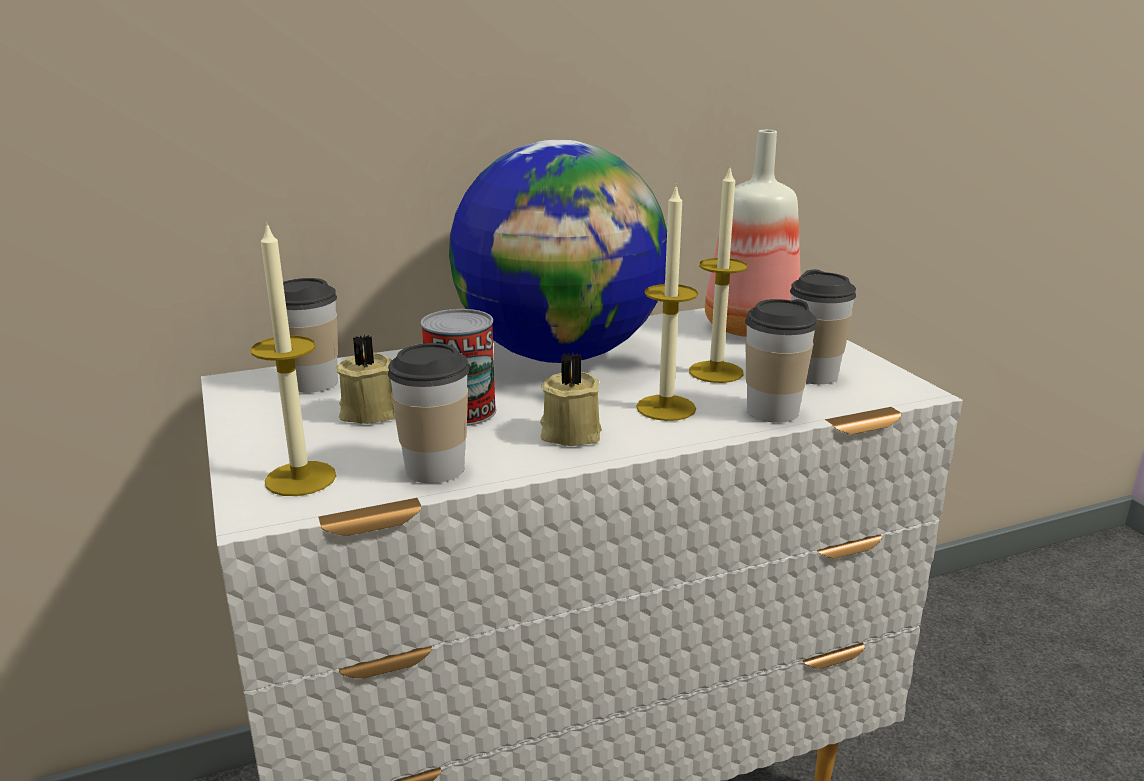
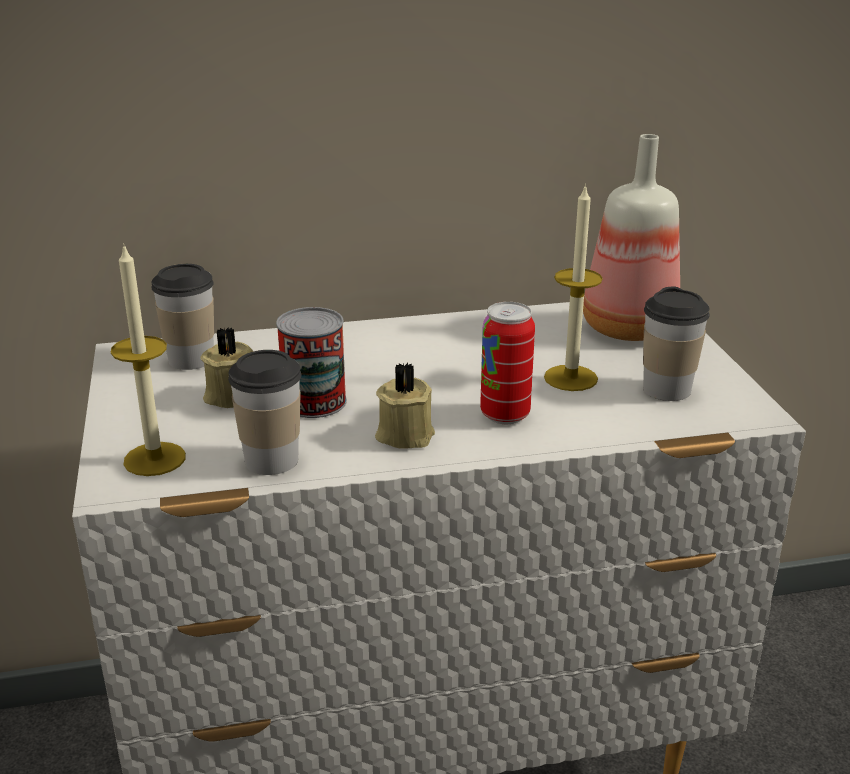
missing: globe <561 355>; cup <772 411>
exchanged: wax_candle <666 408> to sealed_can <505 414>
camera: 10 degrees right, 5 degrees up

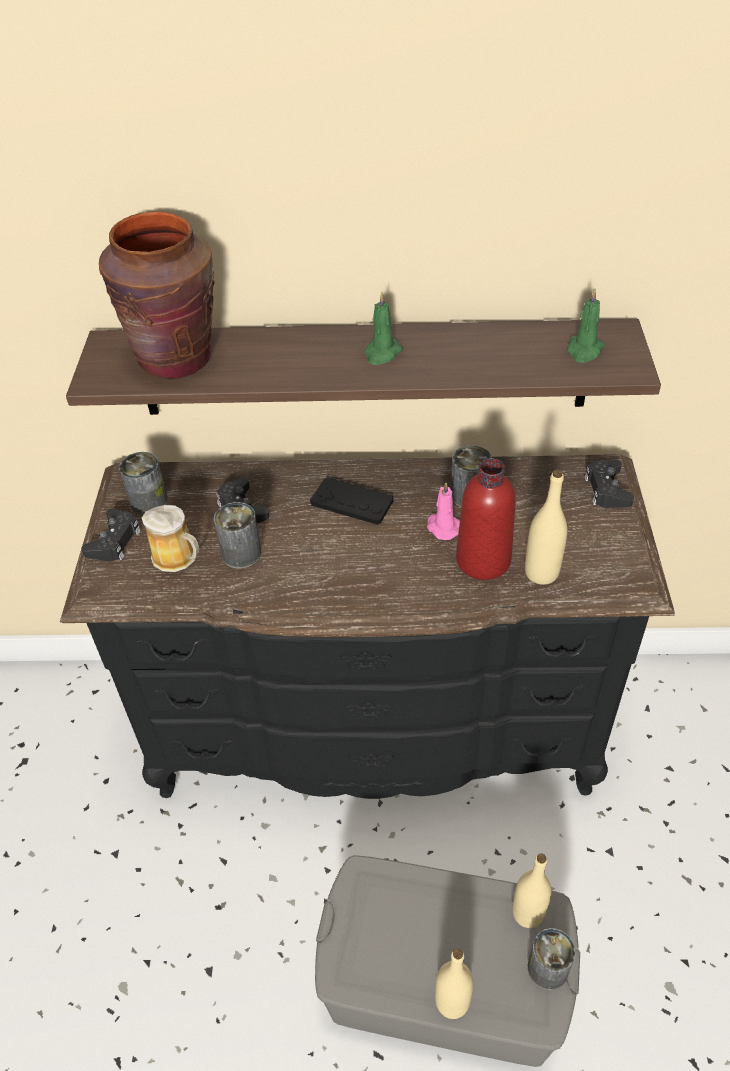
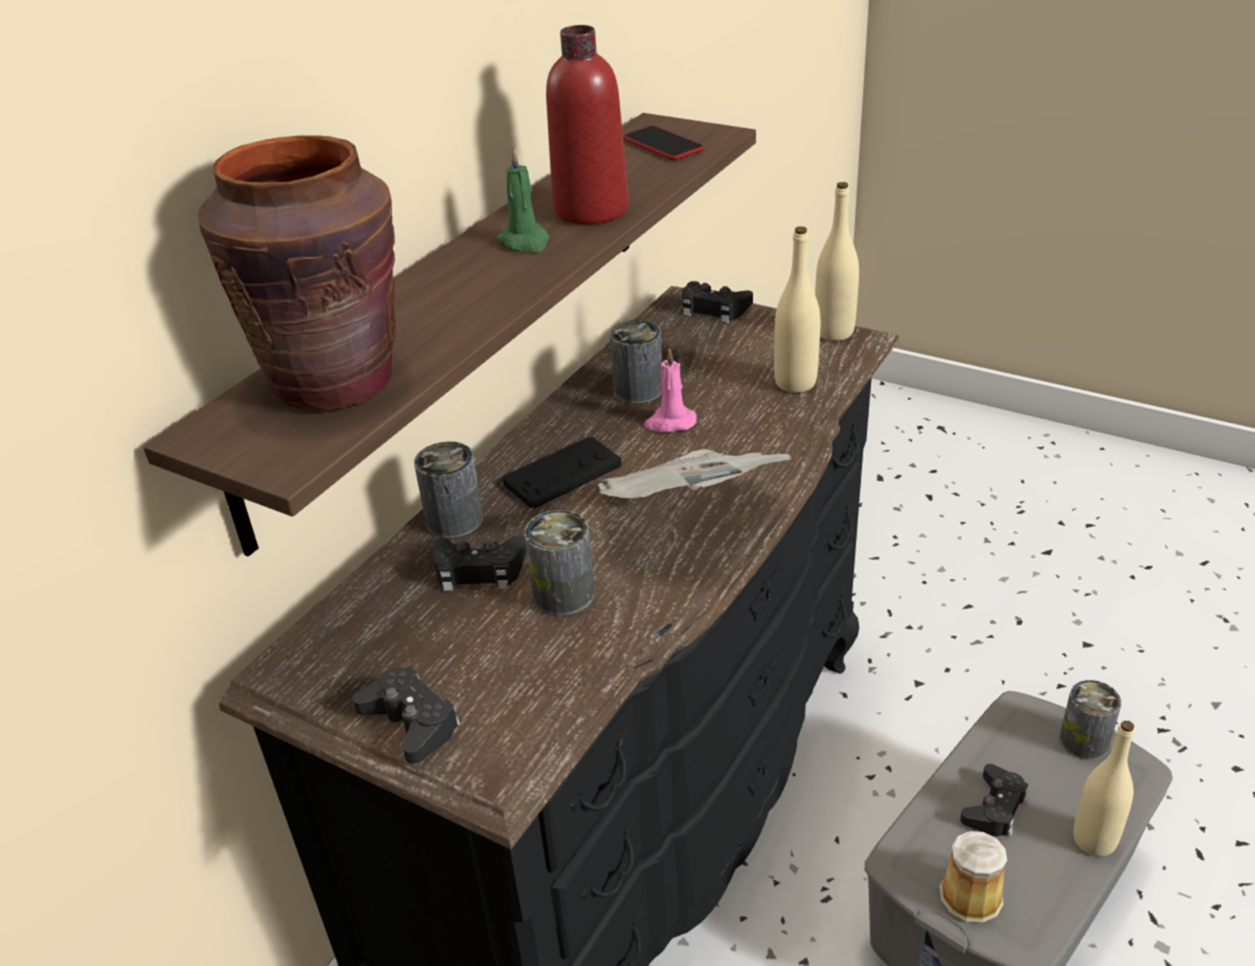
appeared: printed_paper <692 513>; black_game_controller <995 808>
relocated: sealed_can <149 501> to <454 520>; coffee_mug <177 557> to <974 894>; reddish_beverage_bottle <483 560> to <591 210>; beige_beverage_bottle <528 913> to <834 332>
exchanged: green_wax_candle <584 350> to phone <662 145>
camera: 60 degrees left, 10 degrees down

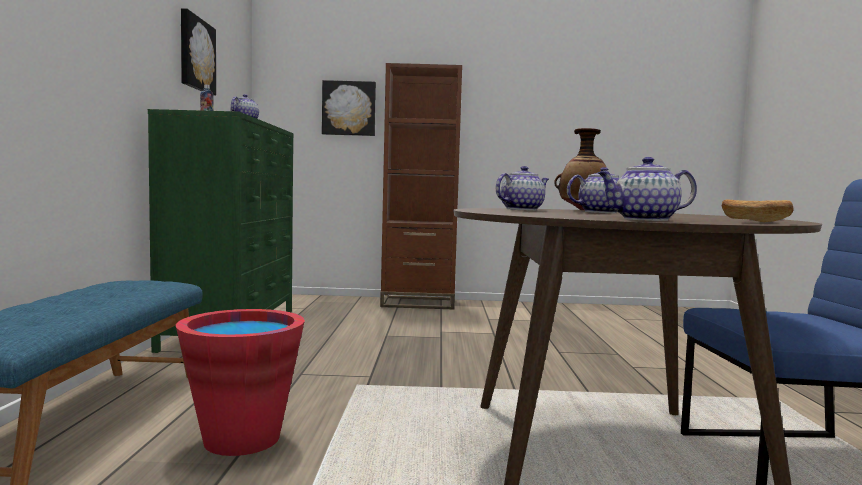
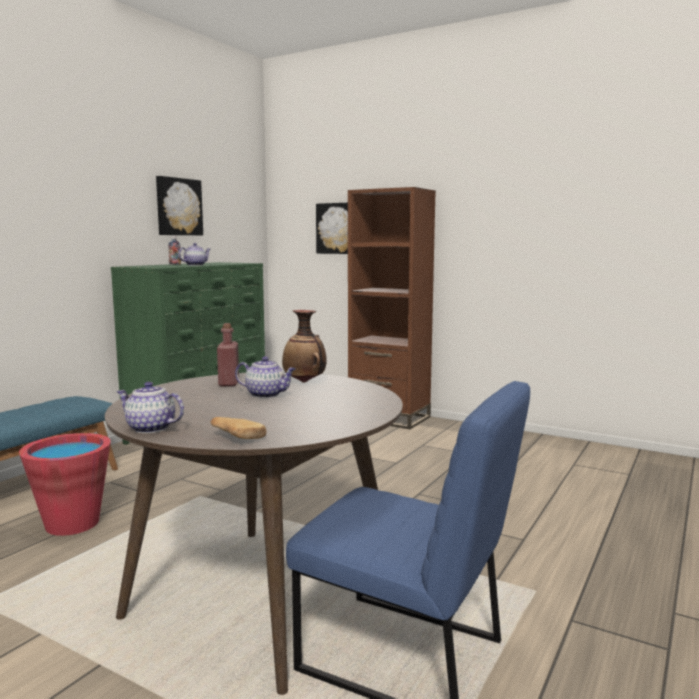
exchanged: teapot <522 209> to reddish_beverage_bottle <229 383>
camera: 30 degrees right, 5 degrees up

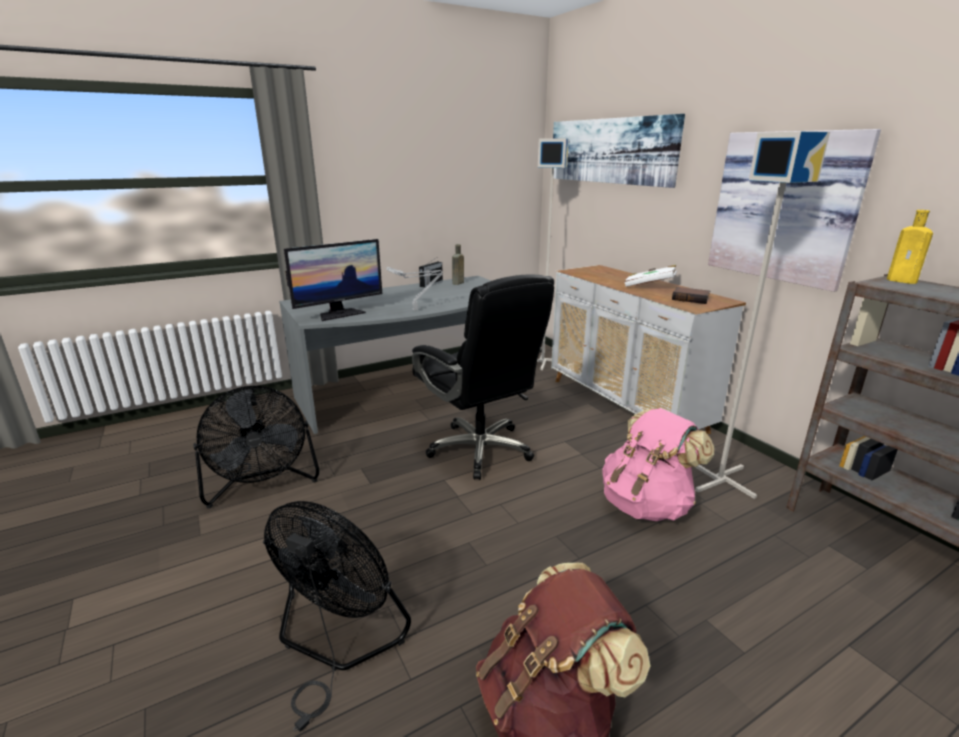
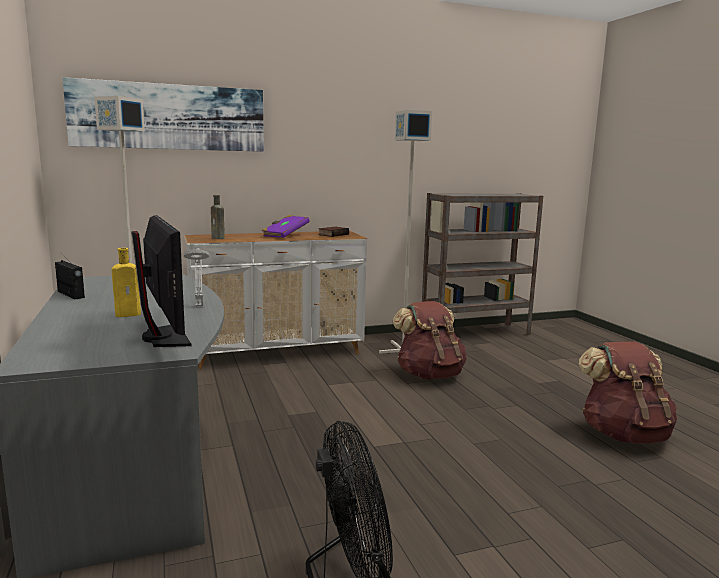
missing: black_cooling_fan <329 642>; black_desk_chair <478 448>; wall_picture <786 207>
relocated: brown-coloured_beverage_bottle <457 283> to <218 238>; yellowish_beverage_bottle <903 281> to <130 314>
colour: pink-coloured_rucksack <646 504> to brown-coloured_rucksack <429 375>; whitish_volume <649 286> to purple-coloured_volume <285 235>
camera: 80 degrees left, 10 degrees down

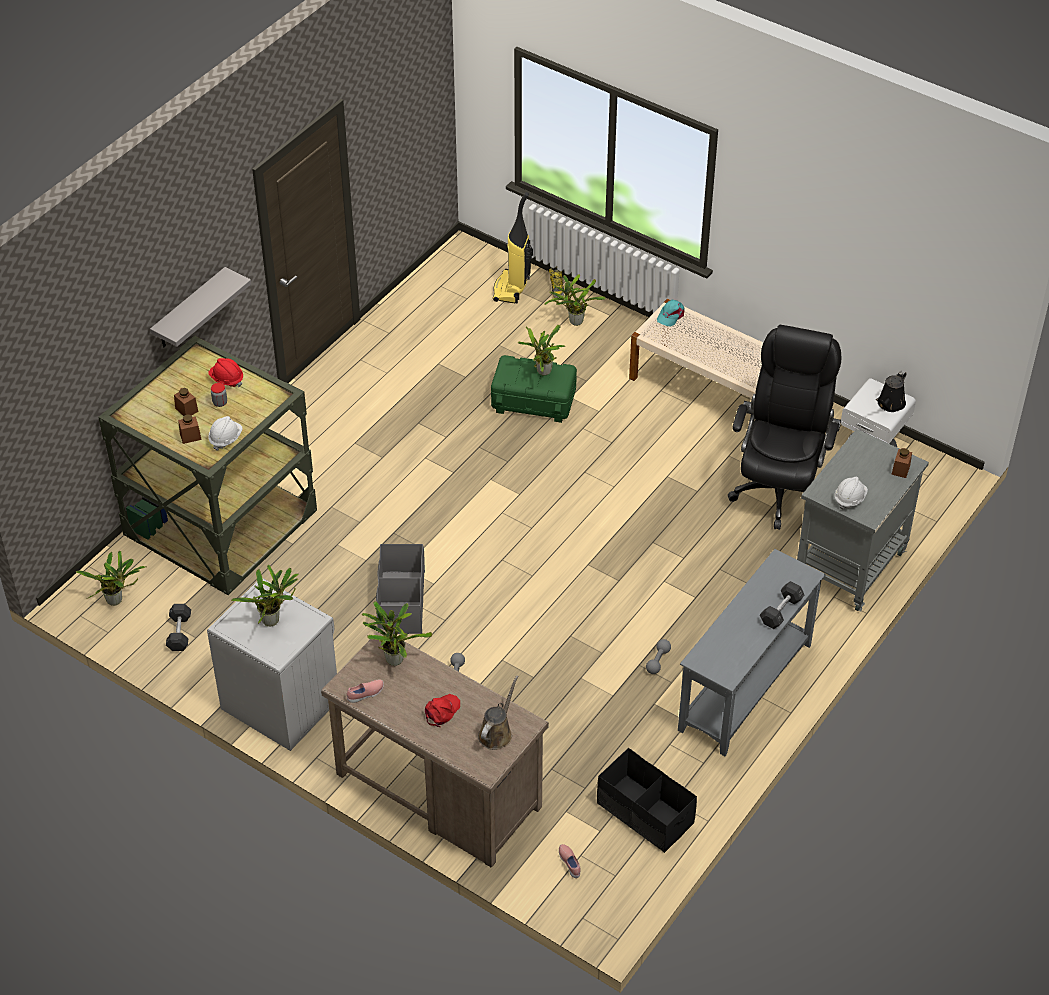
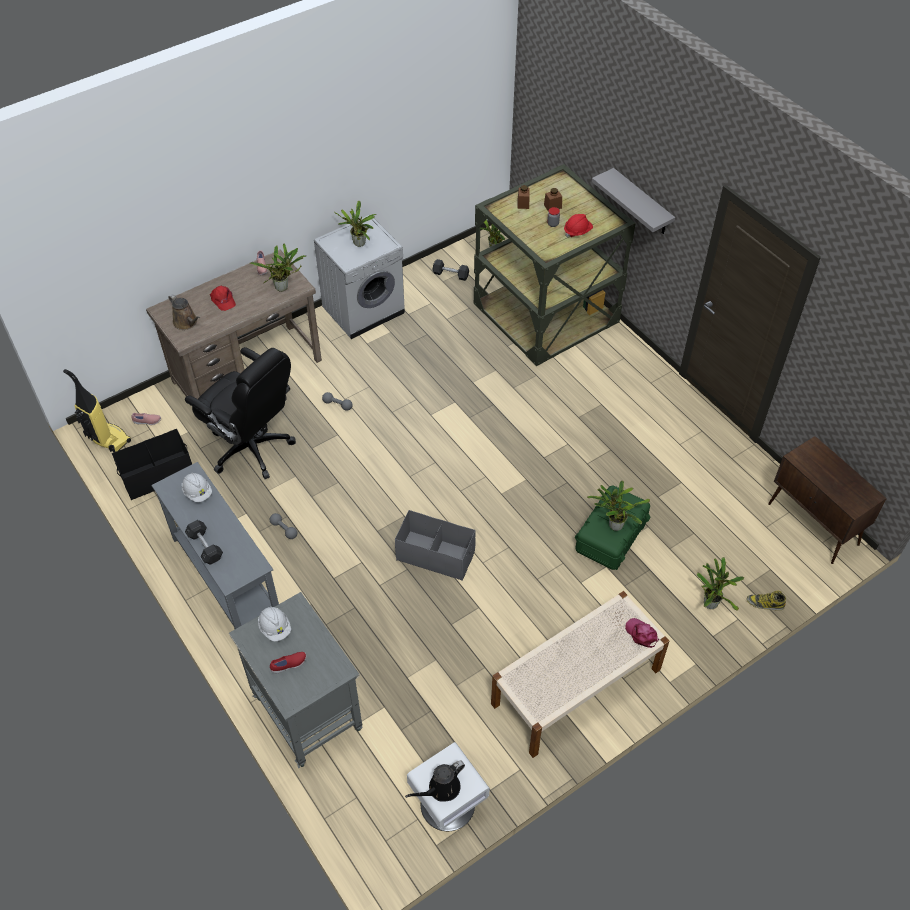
missing: brown-coloured_preserve_jar <900 470>
appeared: reddish_low_shoe <289 665>; brown-coloured_cabinet <813 525>
relocated: whitish_hard_hat <225 439> to <197 492>; grey_storage_container <401 603> to <435 555>; vacuum <511 289> to <107 439>; black_desk_chair <779 490> to <252 449>
colour: turquoise-coloured_peaked_cap <670 315> to pink-coloured_peaked_cap <641 634>
spun: black_watering_pot <890 404> = <441 789> 90 degrees counterclockwise
camera: 110 degrees right, 5 degrees up

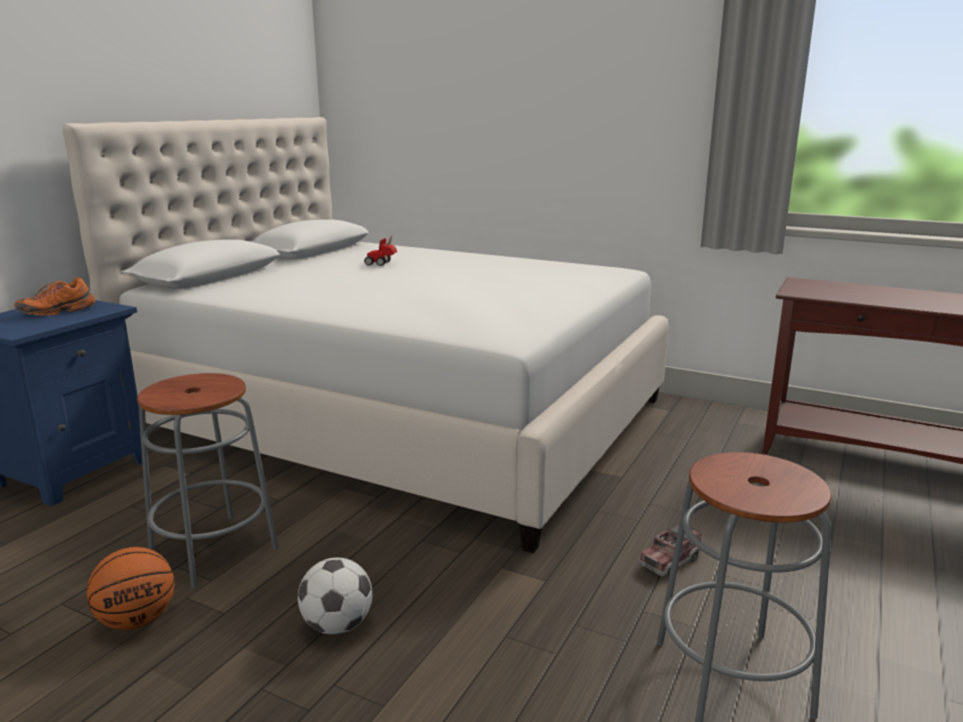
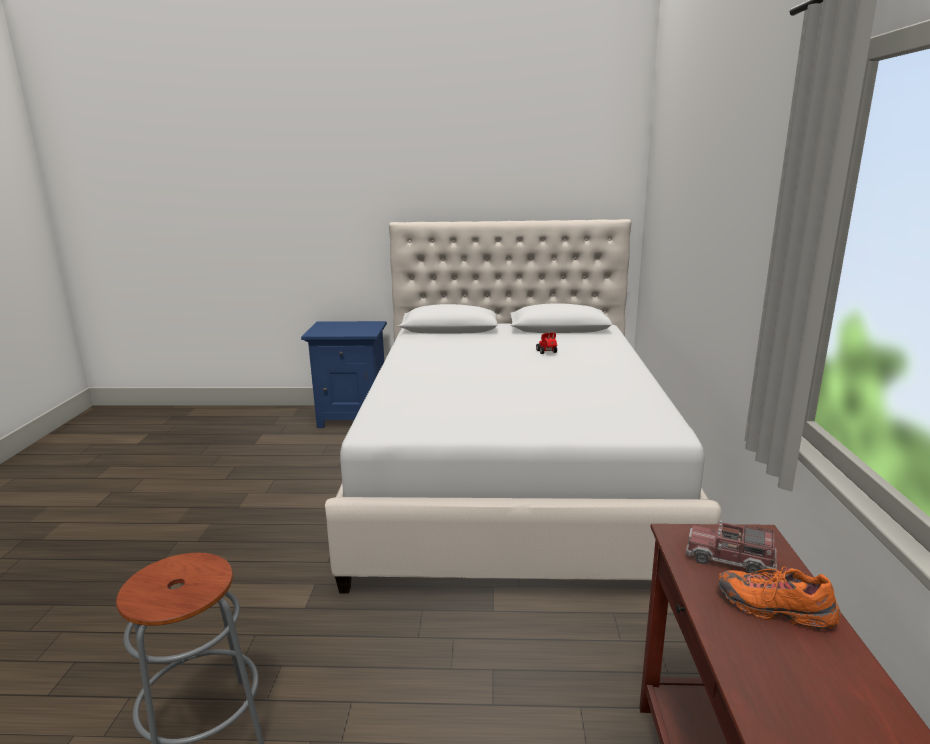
missing: ball_for_basketball <137 621>; grey_sitting_stool <214 549>; ball_for_football <337 625>
relocated: orange_low_shoe <58 311> to <775 610>; toy_truck <670 561> to <729 559>
camera: 65 degrees right, 0 degrees up

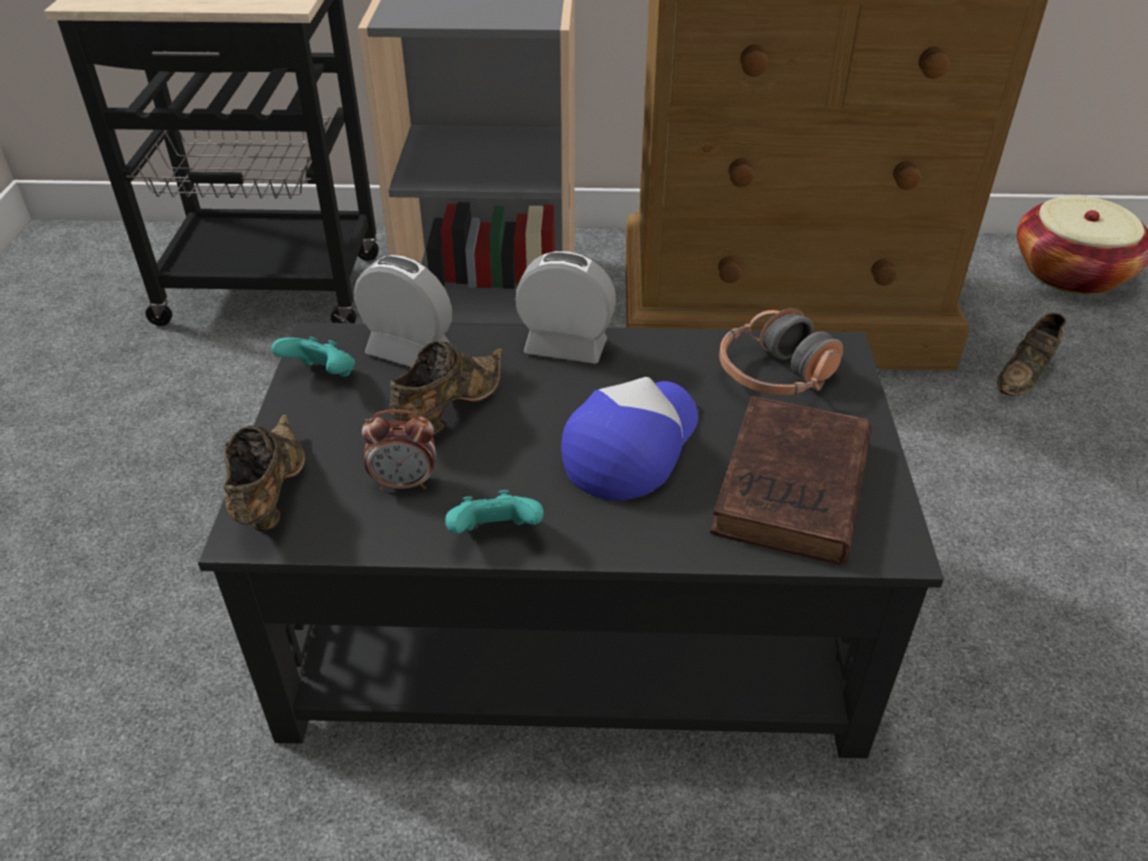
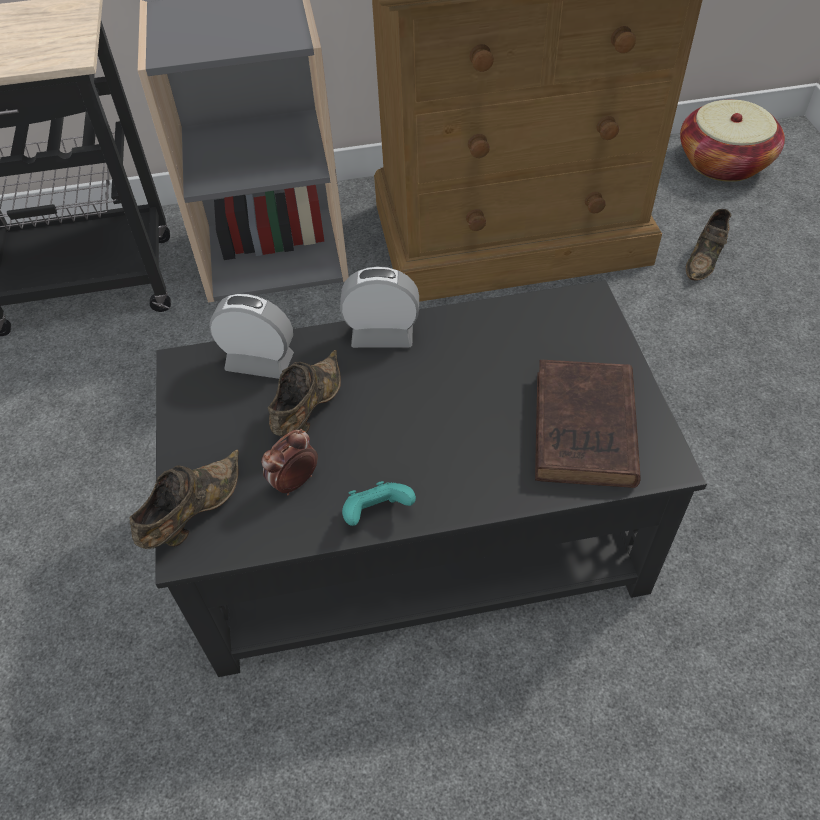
missing: turquoise-coloured_game_controller <322 376>; peaked_cap <631 445>; headset <775 375>
spun: brown-coloured_low_shoe <270 496> = <192 515> 45 degrees clockwise; table_clock <405 483> = <294 482> 150 degrees clockwise
camera: 10 degrees left, 10 degrees up

